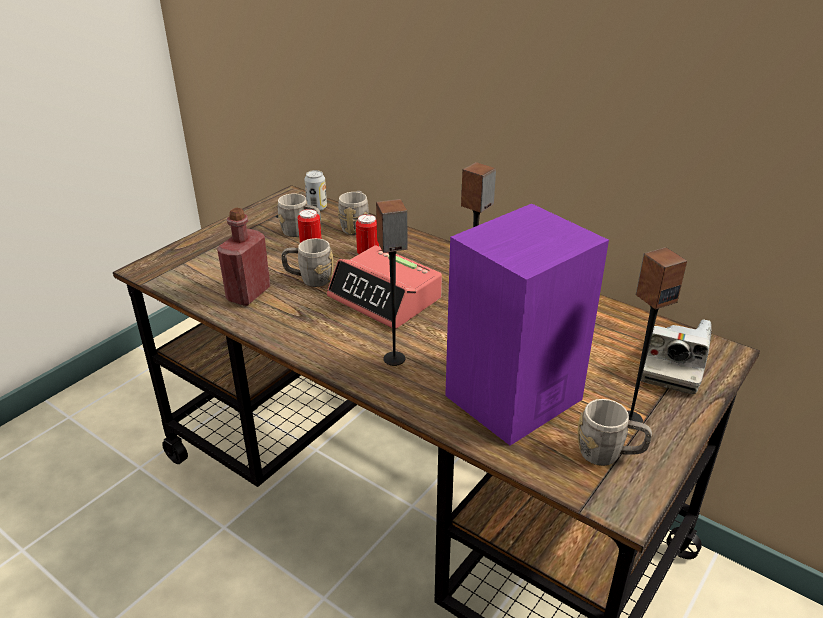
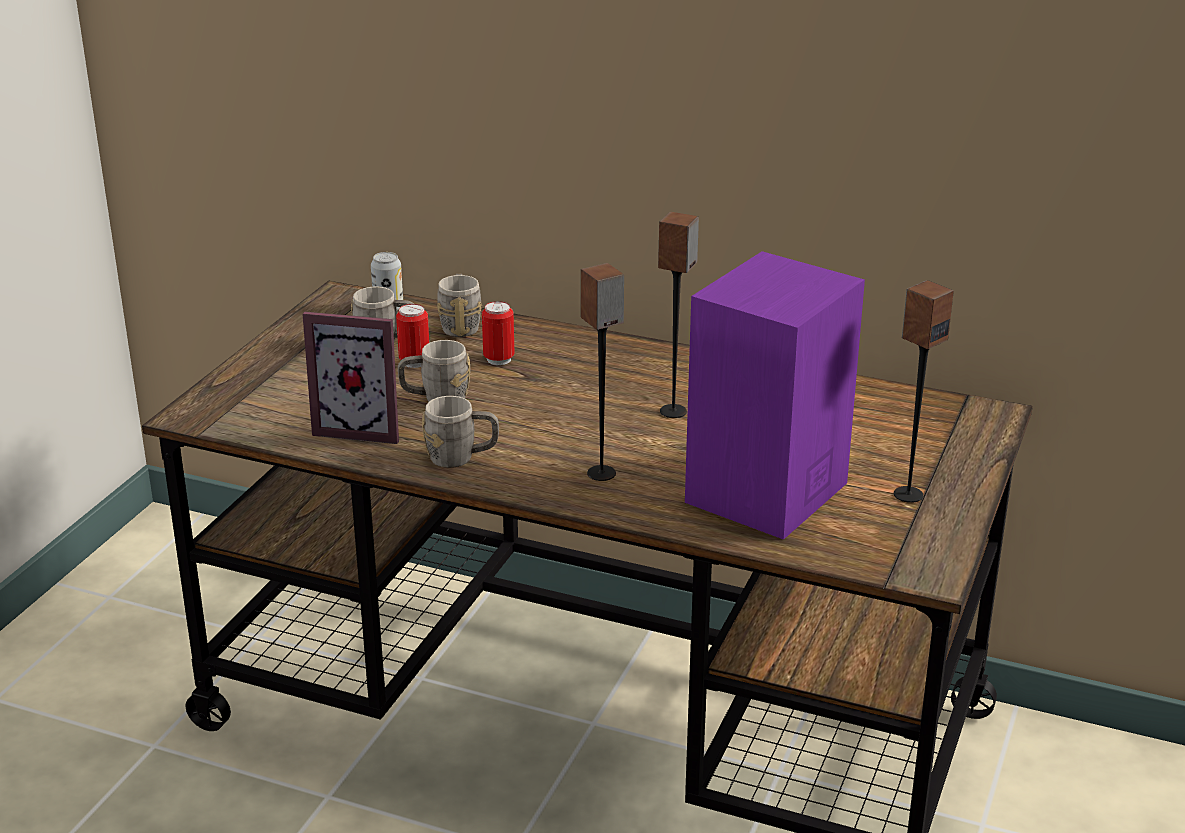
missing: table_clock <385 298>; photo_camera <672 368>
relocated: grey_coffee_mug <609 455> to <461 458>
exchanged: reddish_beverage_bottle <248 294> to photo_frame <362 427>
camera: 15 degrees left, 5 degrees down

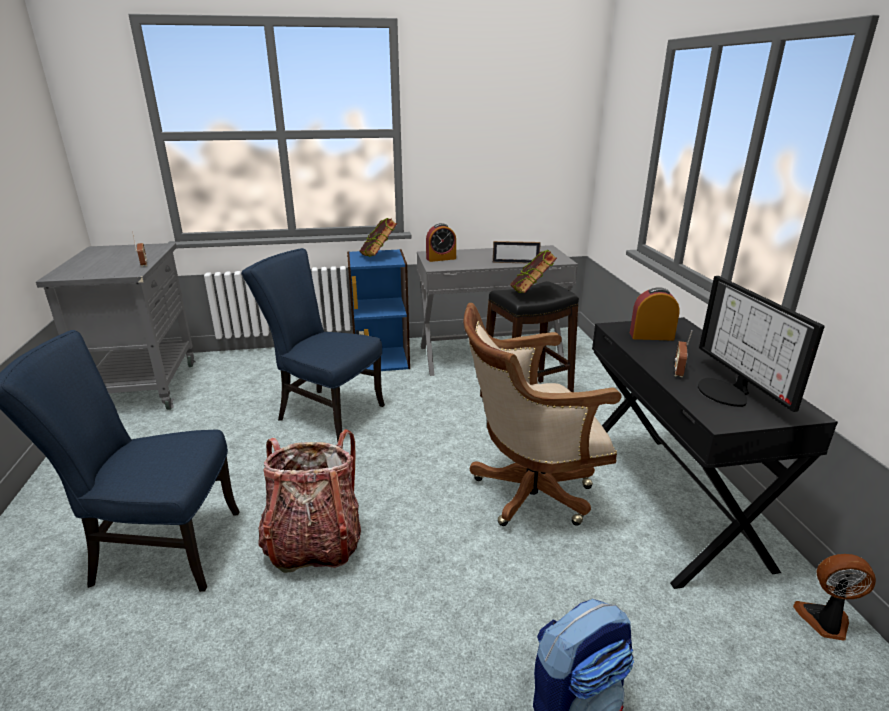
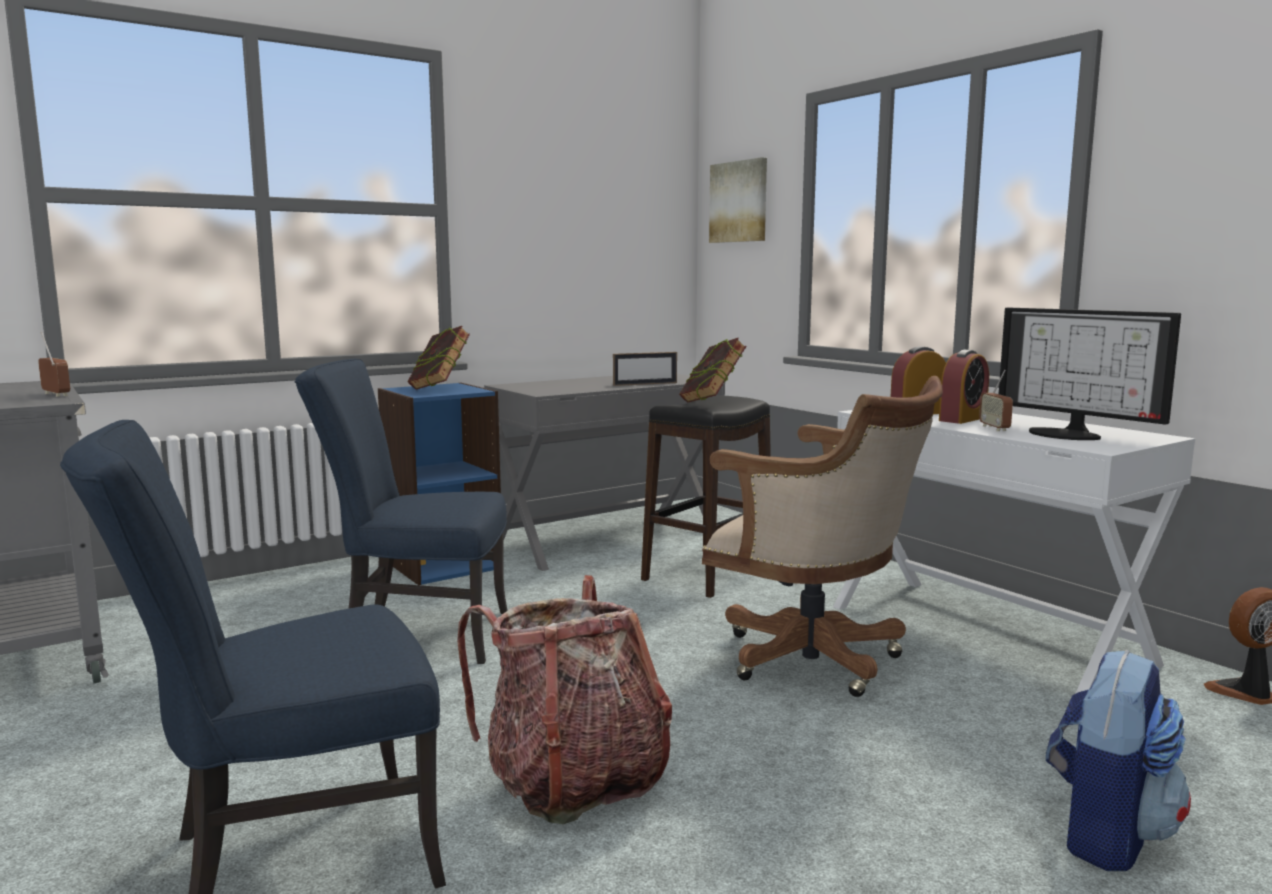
appeared: wall_picture <739 202>
relocated: table_clock <441 258> to <962 419>
colour: black_desk <667 502> to whitish_desk <986 633>
spun: desk_chair <527 494> = <818 661> 105 degrees counterclockwise
camera: 25 degrees left, 15 degrees down

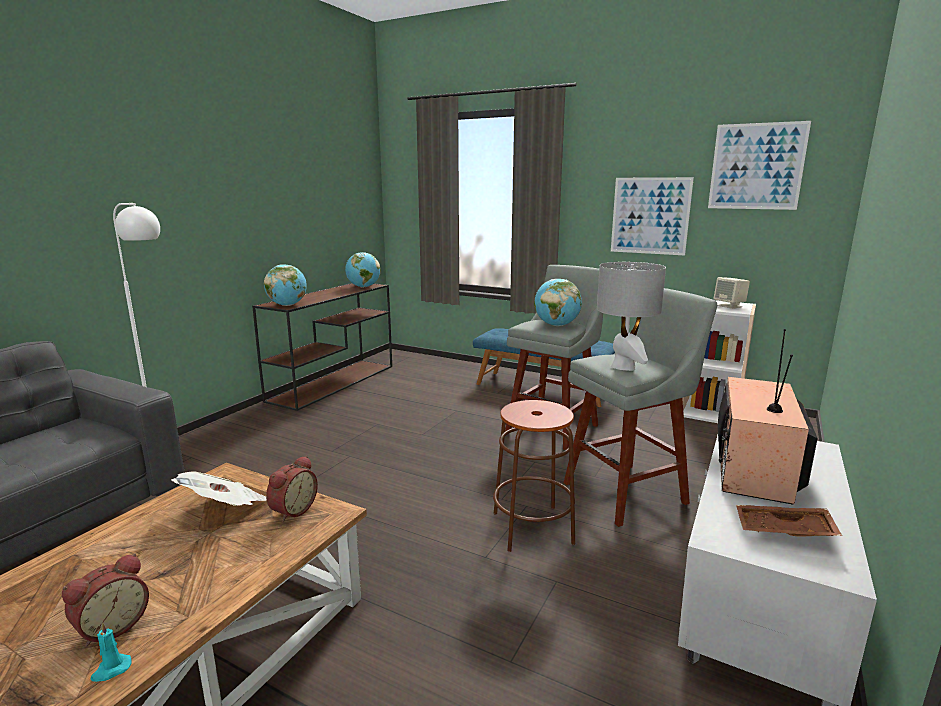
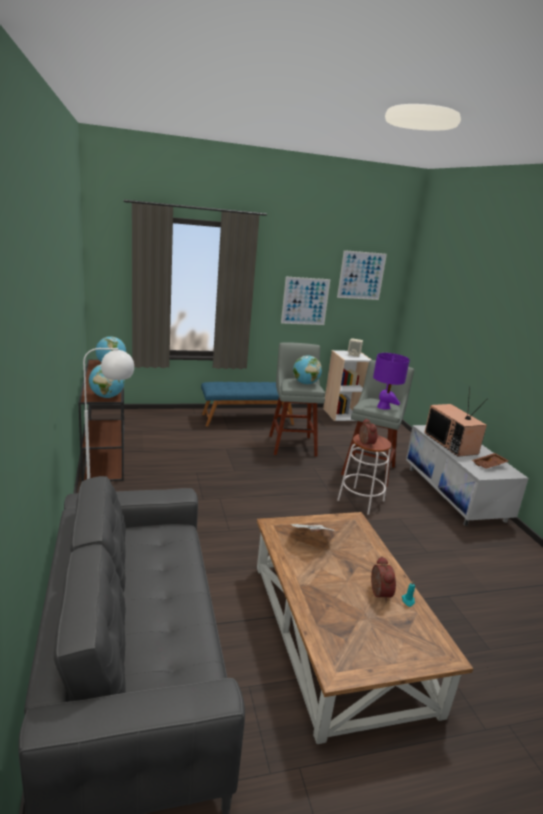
relocated: table_clock <292 510> to <365 443>
colour: brown-coloured_sitting_stool <532 527> to whitish_sitting_stool <361 500>; grey_lamp_for_a_table <623 367> to purple-coloured_lamp_for_a_table <383 407>
camera: 45 degrees left, 5 degrees up

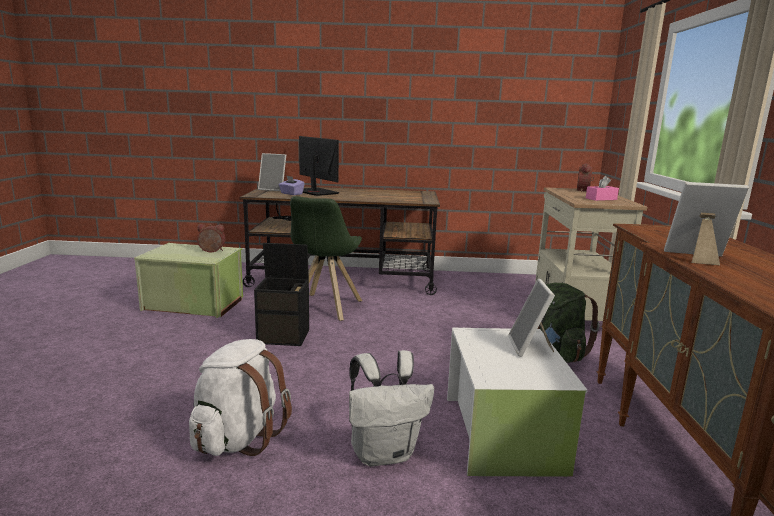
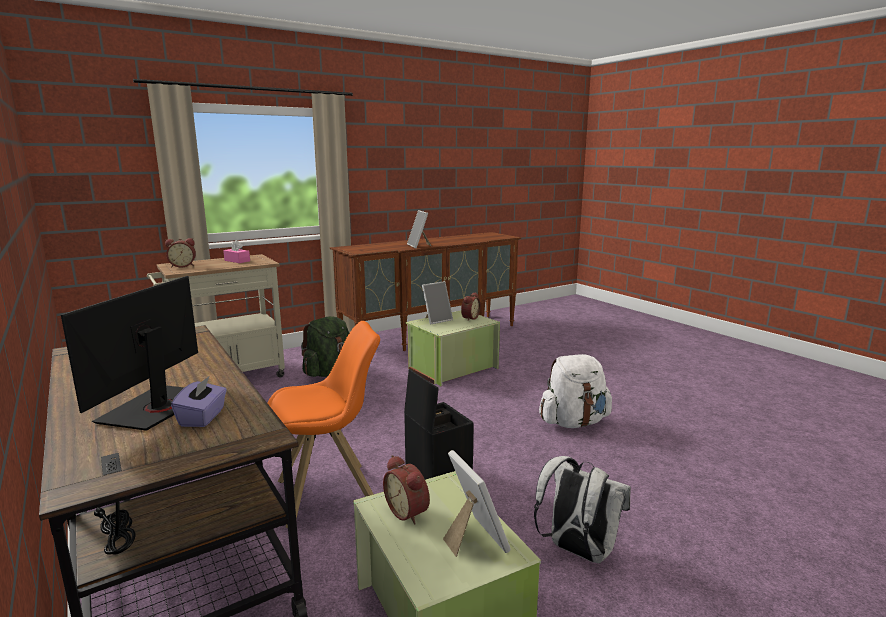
appeared: table_clock <469 318>
relocated: photo_frame <273 189> to <473 539>; whitish_rucksack <384 453> to <577 551>
colour: green_plain_chair <325 307> to orange_plain_chair <328 494>; whitish_storage_container <504 433> to green_storage_container <451 368>
camera: 125 degrees left, 0 degrees up

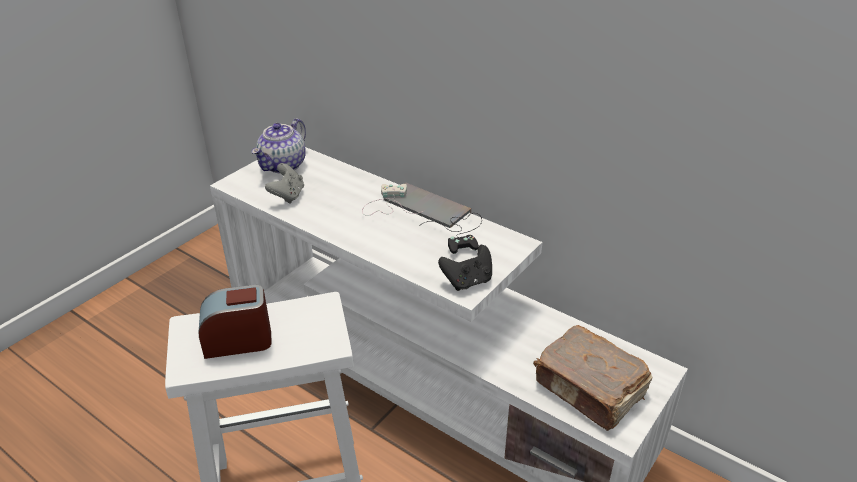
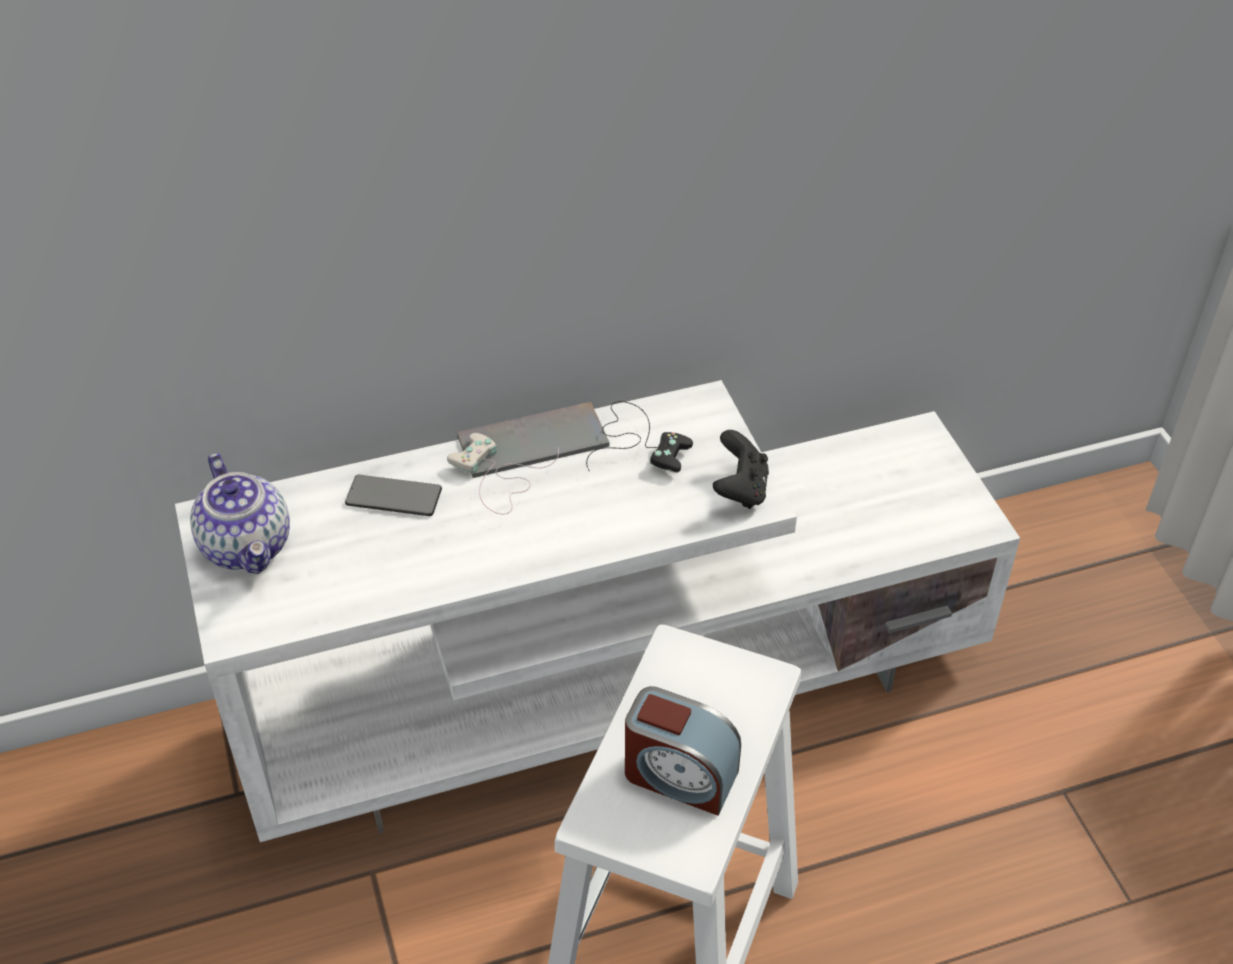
missing: grey_game_controller <288 196>; brown-coloured_volume <590 390>
appeared: phone <394 497>
spun: table_clock <238 341> = <679 775> 90 degrees counterclockwise
camera: 55 degrees left, 10 degrees up

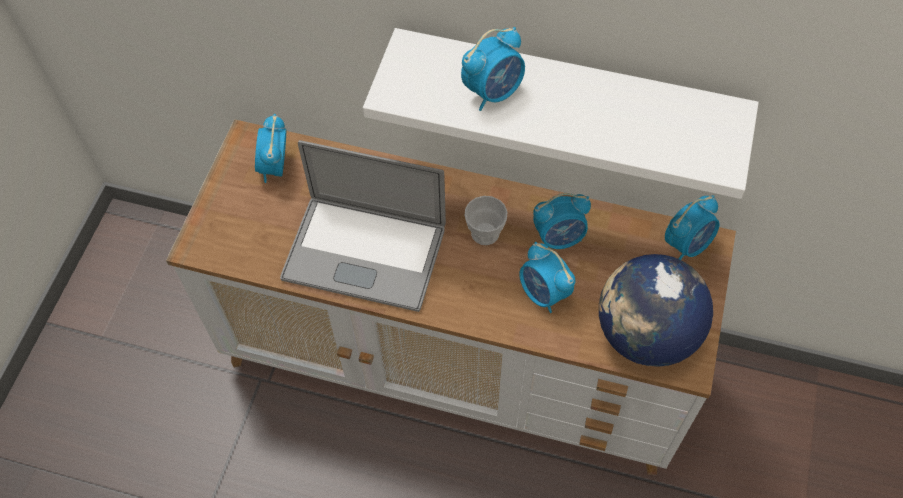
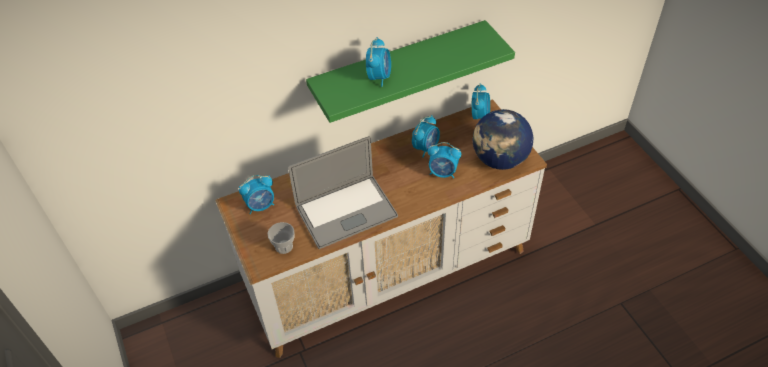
relocated: cup <485 233> to <284 246>
colour: whitish_shelf <567 92> to green_shelf <399 67>
spun: table_clock <275 167> = <261 205> 75 degrees counterclockwise
camera: 40 degrees left, 10 degrees down

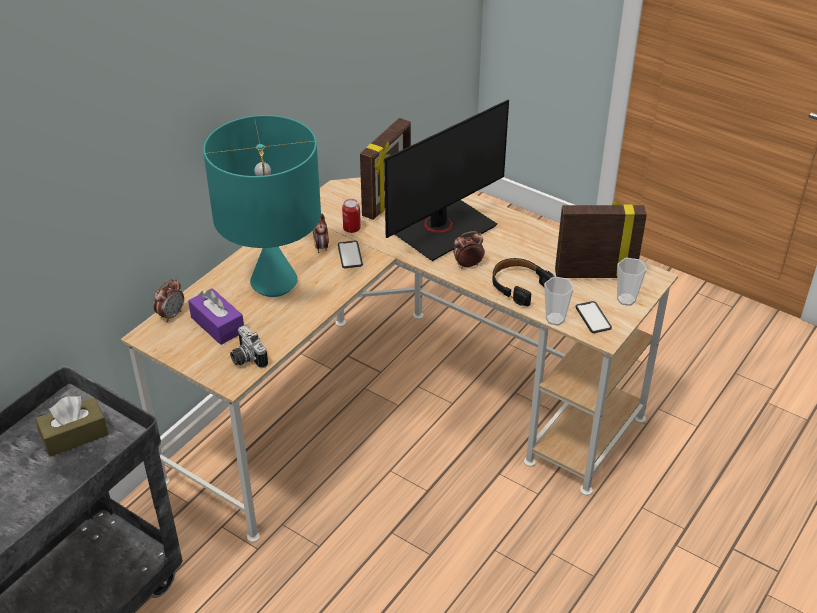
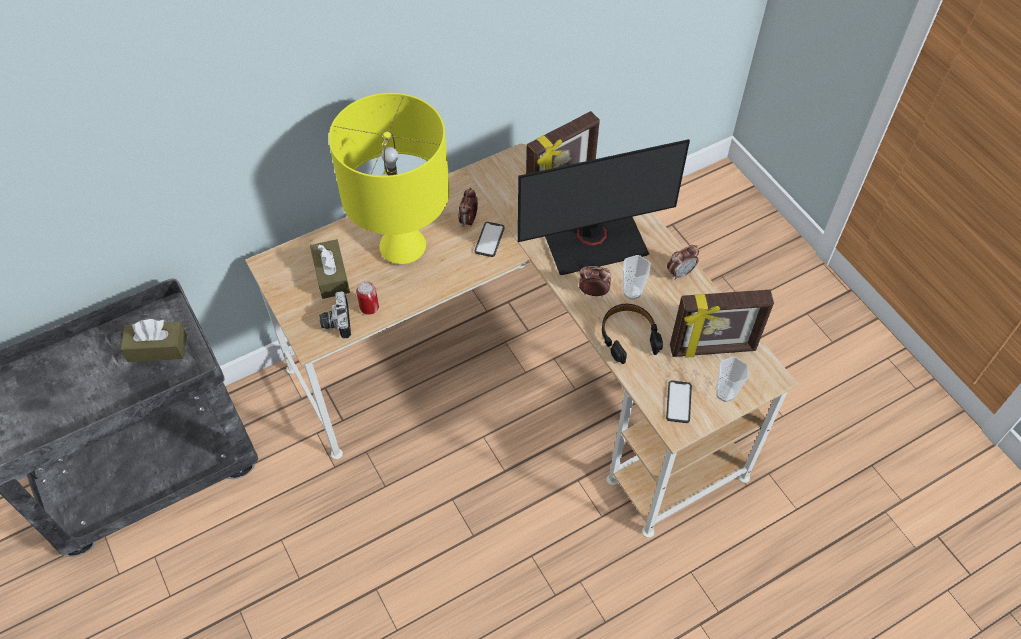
relocated: table_clock <171 315> to <680 273>; sealed_can <352 229> to <369 307>; cup <555 319> to <632 292>
colour: purple-coloured_tissue_holder <217 325> to brown-coloured_tissue_holder <331 275>; turquoise-coloured_lamp_for_a_table <274 285> to yellowish_lamp_for_a_table <403 249>
spun: photo_frame <594 273> = <712 349> 150 degrees clockwise
camera: 25 degrees right, 15 degrees up

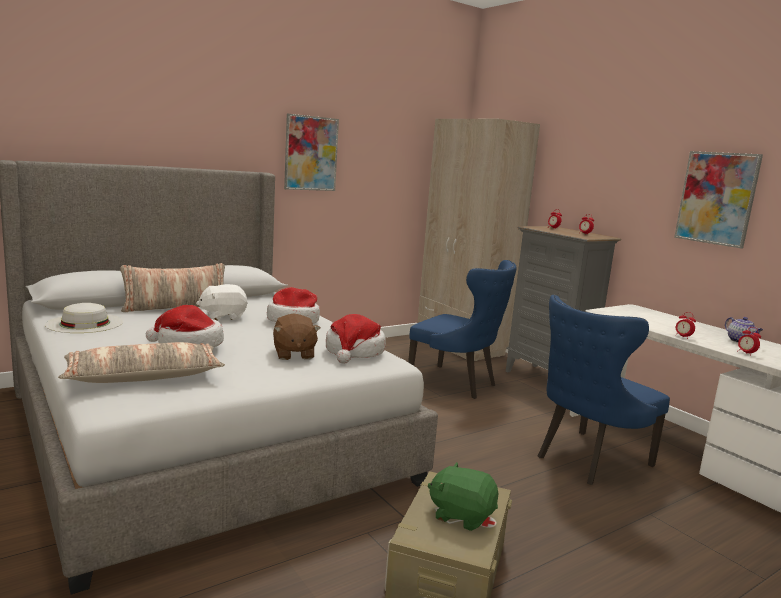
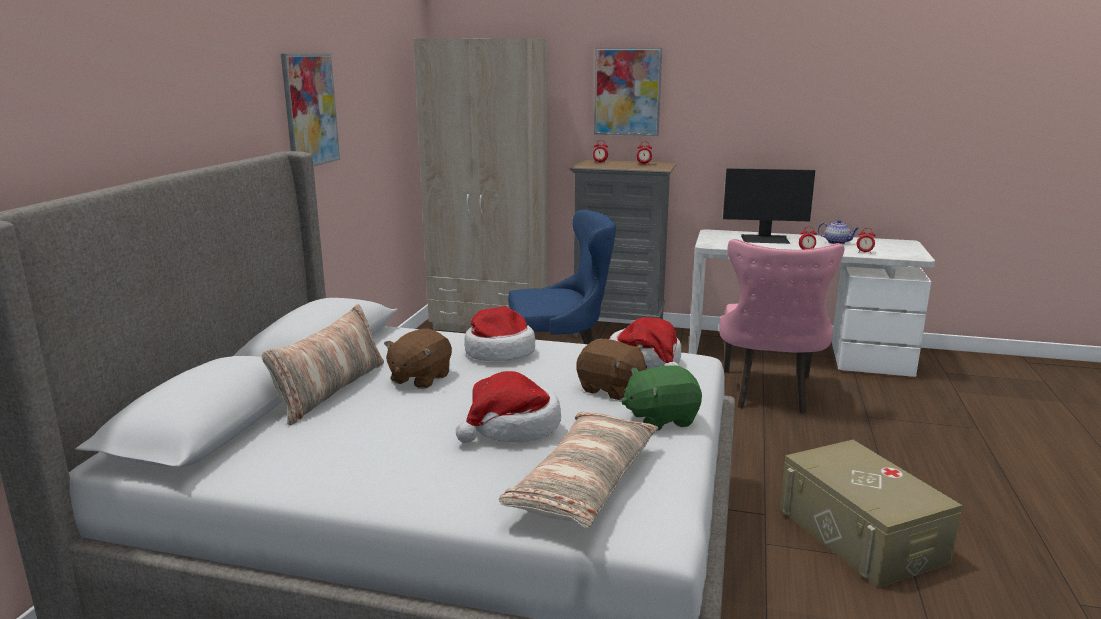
missing: whitish_clothing_hat <85 323>
appeared: computer_screen <765 239>
relocated: green_soft_toy <461 515> to <660 419>; wall_picture <716 198> to <627 92>
colour: whitish_soft_toy <223 317> to brown-coloured_soft_toy <419 378>; blue-coloured_plain_chair <588 459> to pink-coloured_plain_chair <768 393>
camera: 40 degrees left, 5 degrees up

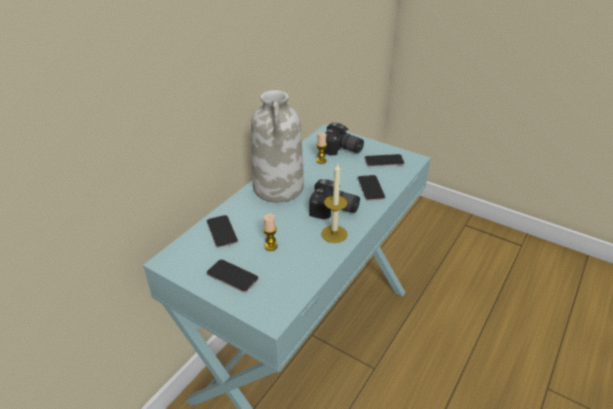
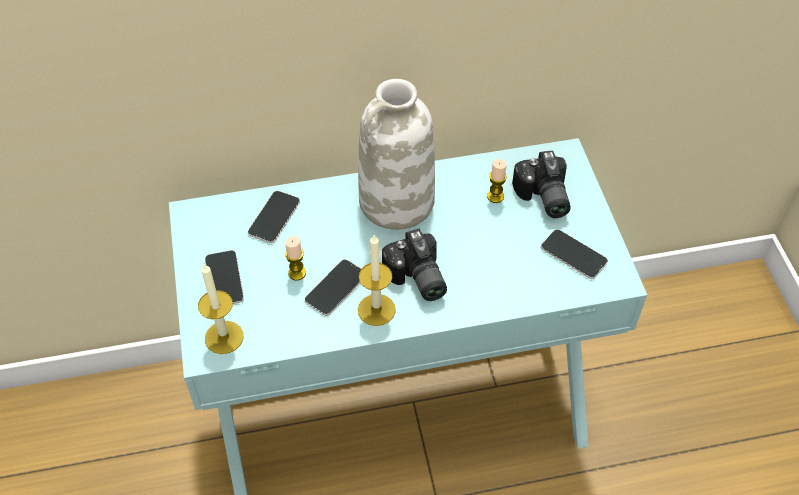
appeared: wax_candle <224 337>
relocated: phone <371 188> to <335 288>
camera: 45 degrees right, 15 degrees up

